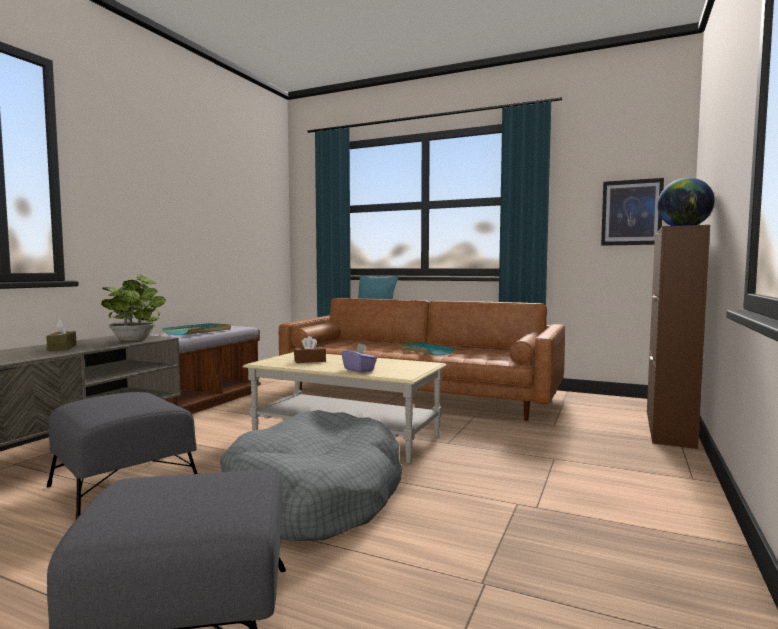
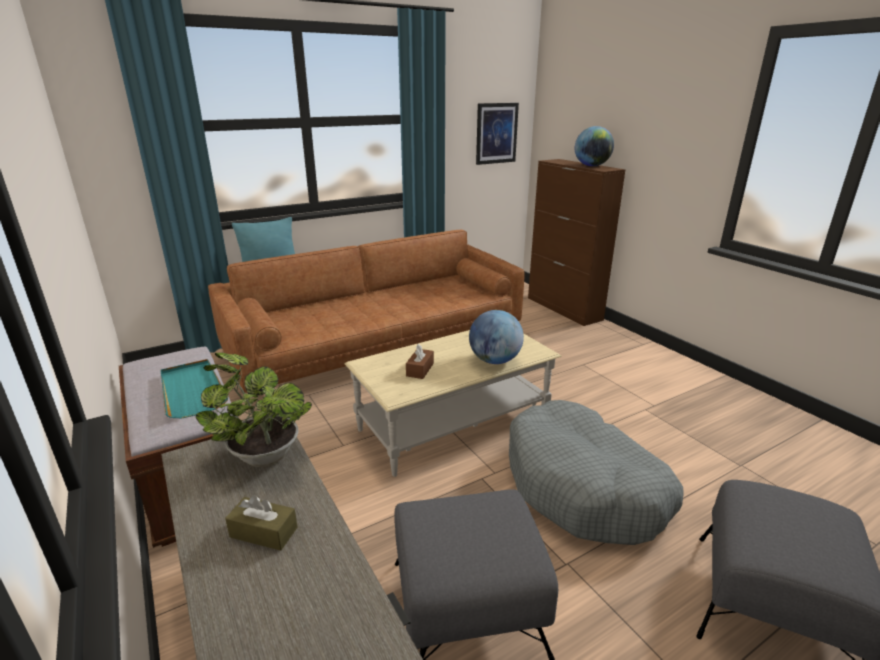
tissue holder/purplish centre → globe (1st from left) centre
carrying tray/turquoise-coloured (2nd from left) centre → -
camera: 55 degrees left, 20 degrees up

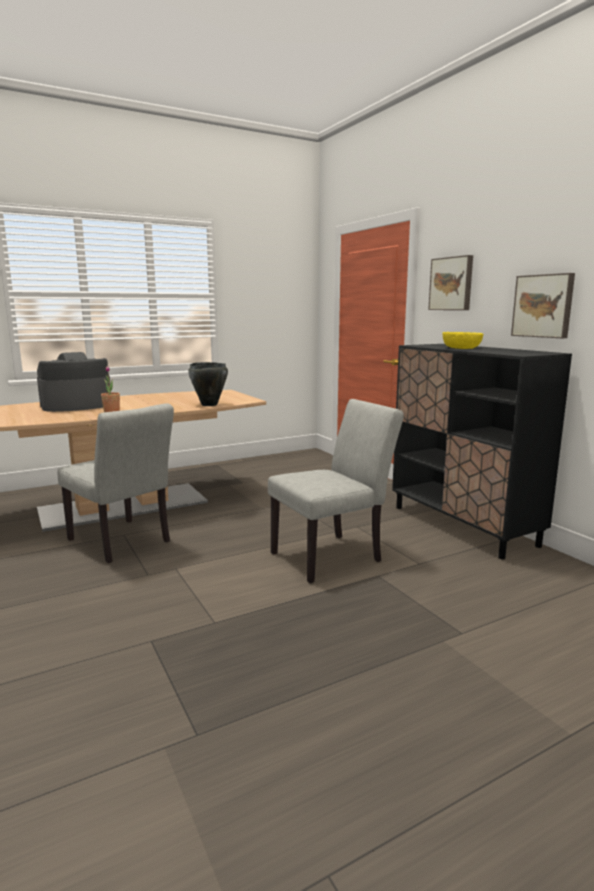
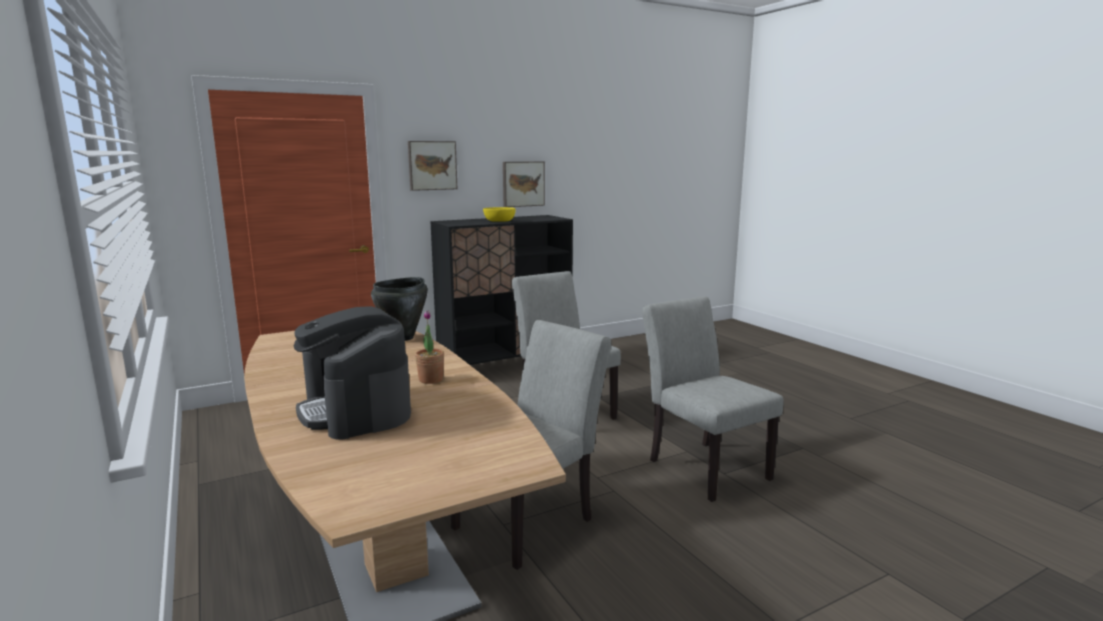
- → plain chair/grey (3rd from left) centre
camera: 90 degrees left, 0 degrees up

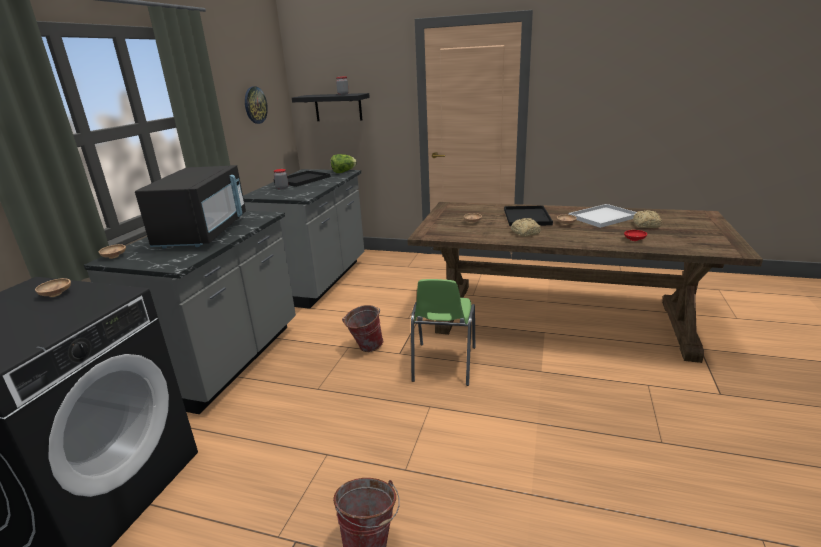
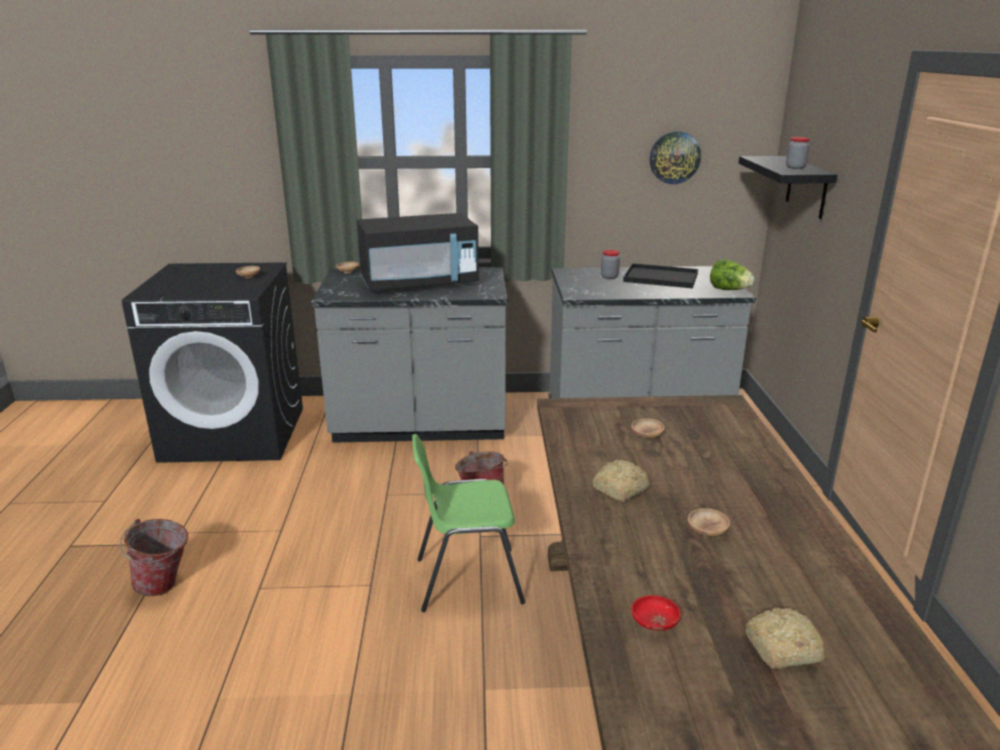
carrying tray/blackish (2nd from left) centre → -
carrying tray/white-coloured middle right → -
camera: 70 degrees right, 0 degrees up

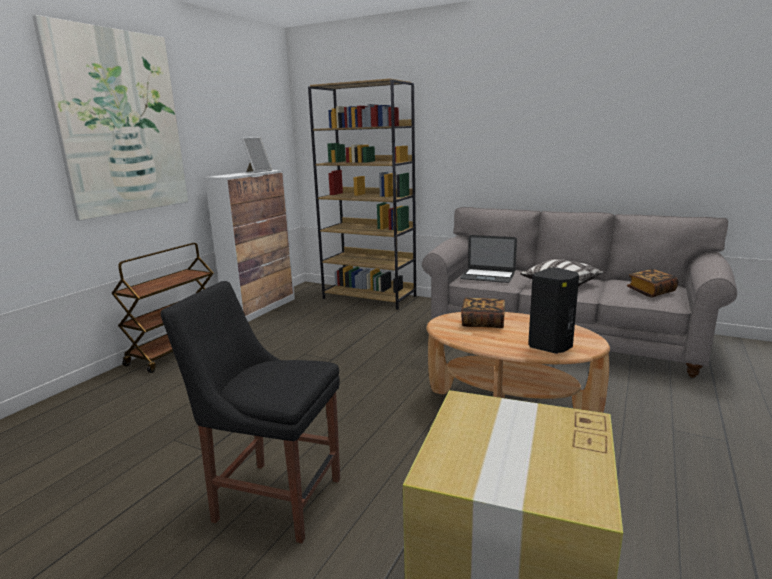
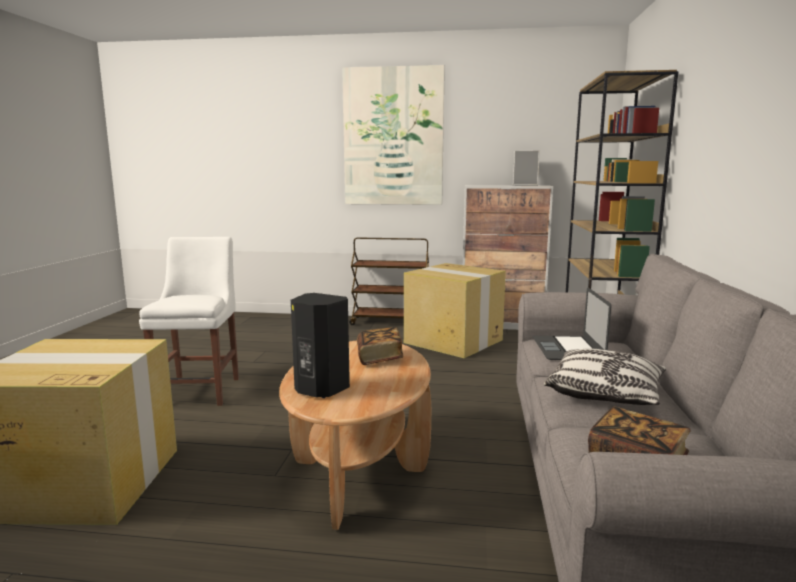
plain chair/blackish bottom left → plain chair/white-coloured middle left
- → packing box (2nd from left) centre
camera: 70 degrees right, 5 degrees down

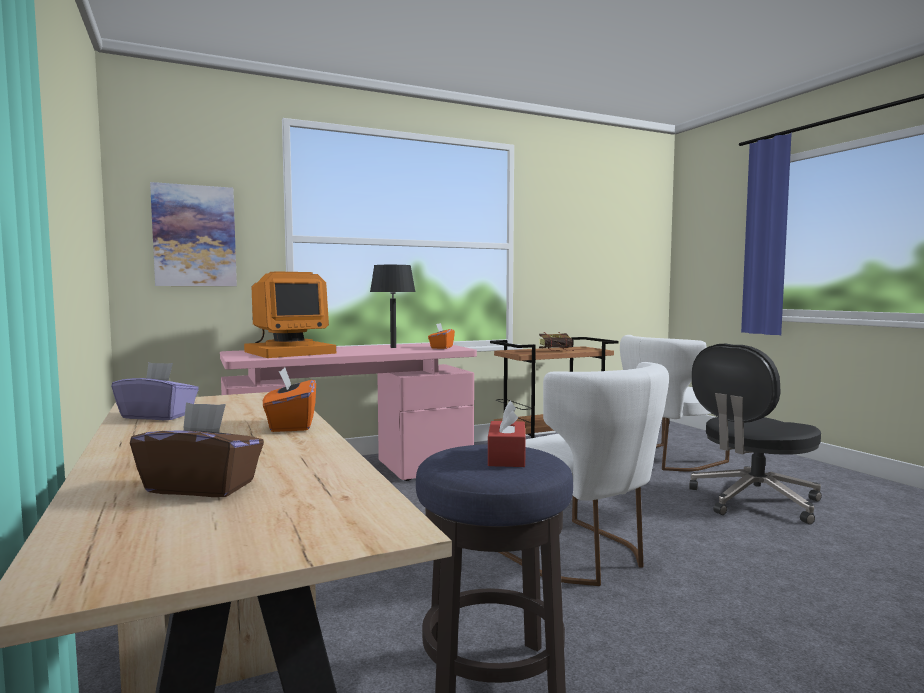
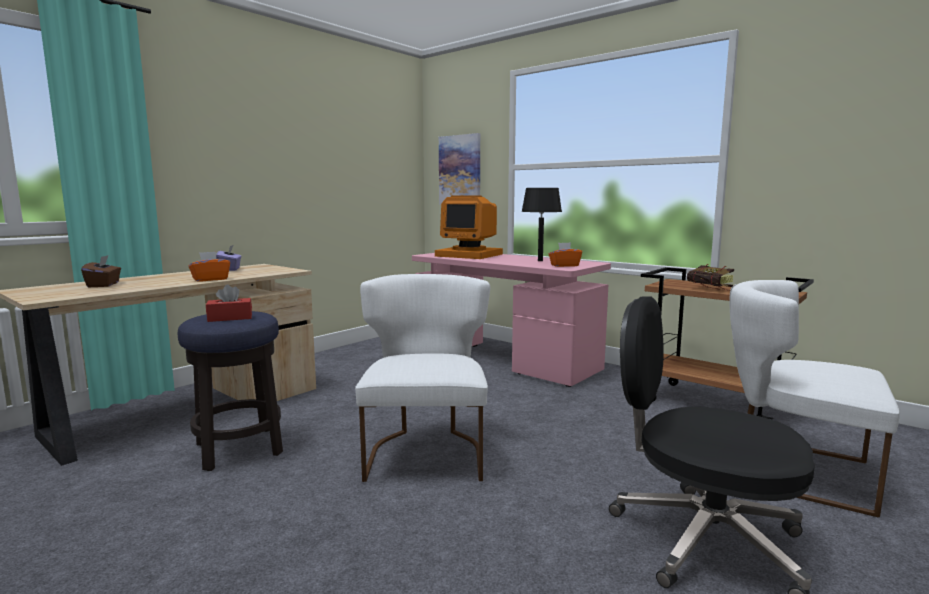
plain chair/white-coloured (1st from left) bottom centre → plain chair/white-coloured (1st from left) centre, 150 degrees clockwise
camera: 65 degrees right, 5 degrees up

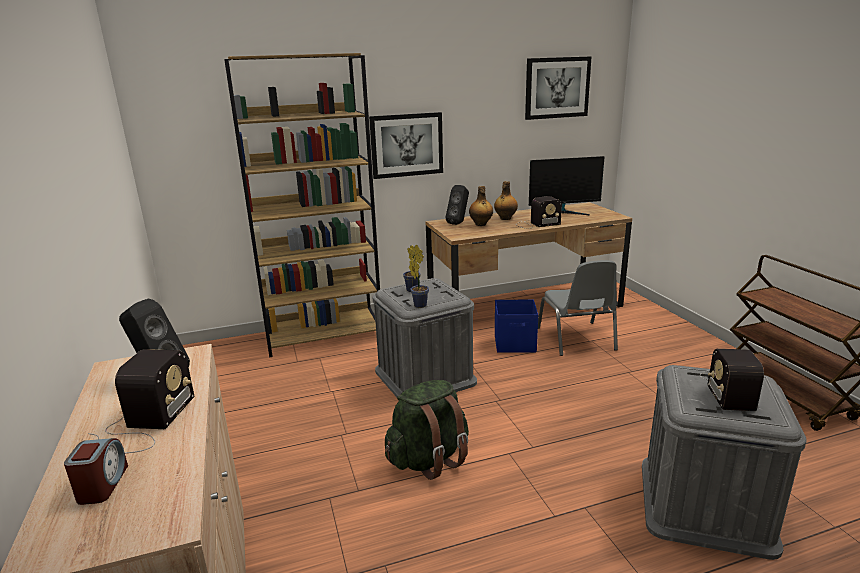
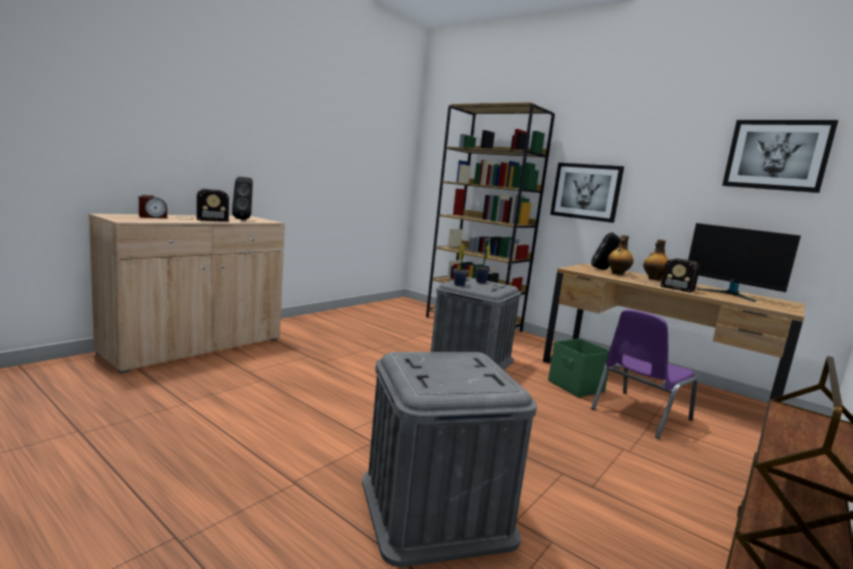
storage bin/blue centre → storage bin/green-coloured middle right
plain chair/grey middle right → plain chair/purplish middle right
rucksack/green-coloured bottom centre → -
radio (3rd from left) middle right → -
camera: 55 degrees right, 10 degrees down

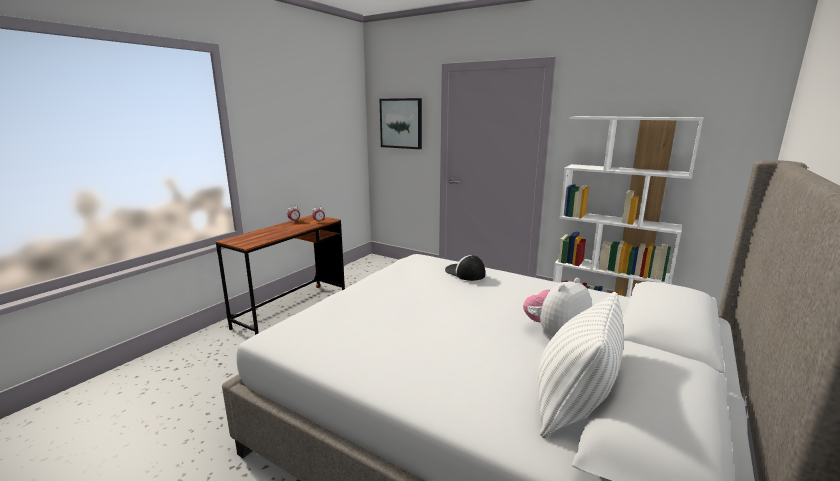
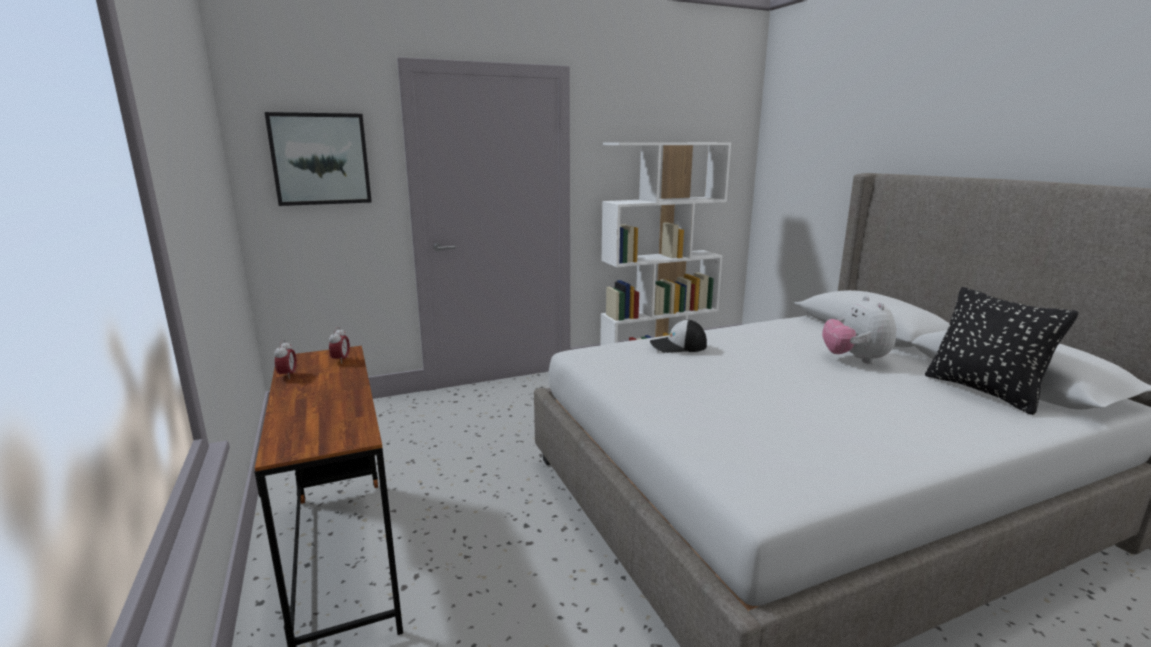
pillow/white-coloured bottom right → pillow/blackish middle right
camera: 55 degrees left, 0 degrees up

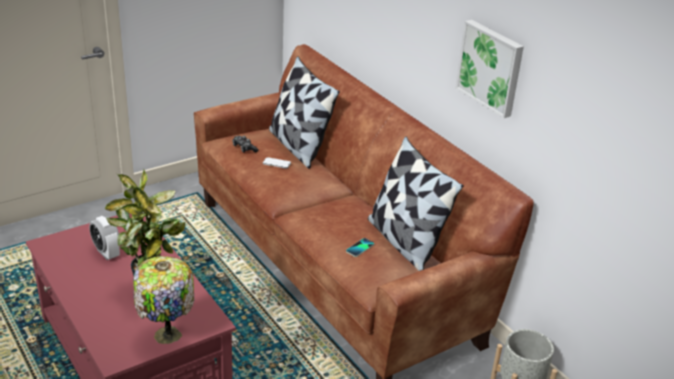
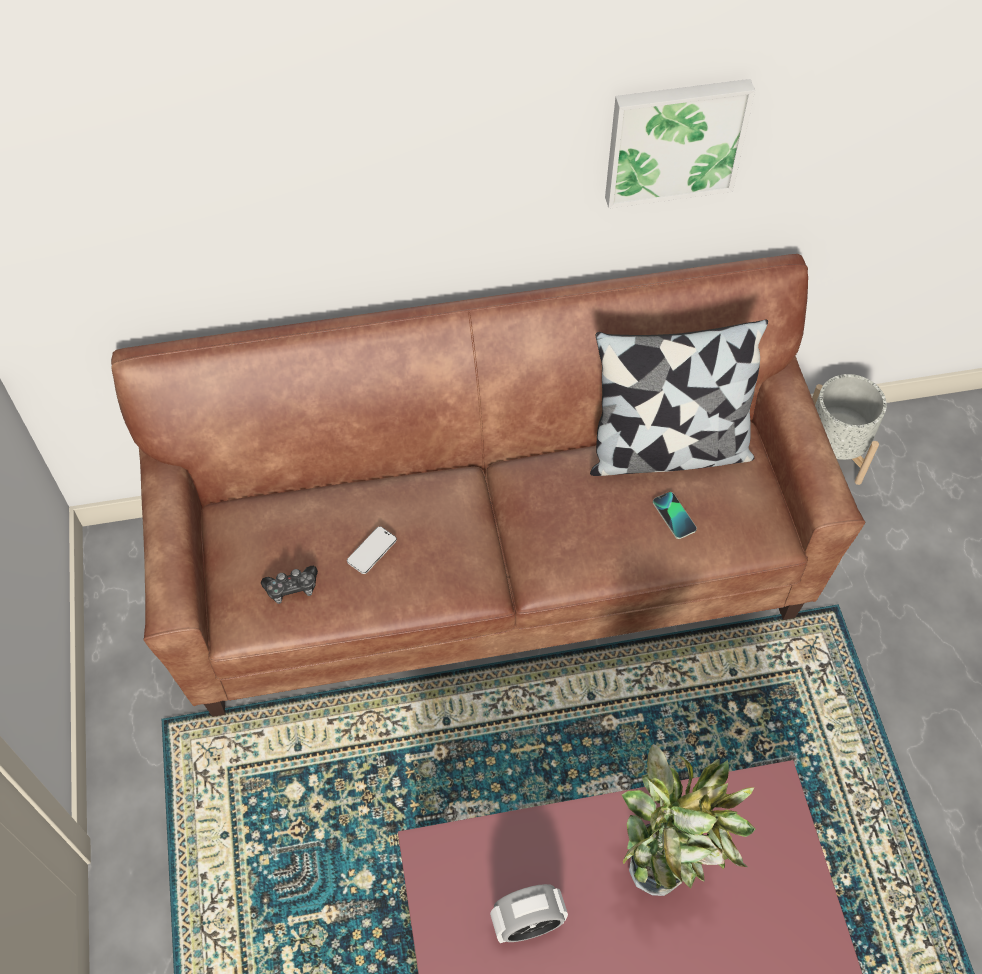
lamp for a table bottom left → -
pillow (1st from left) top centre → -
camera: 65 degrees left, 25 degrees up

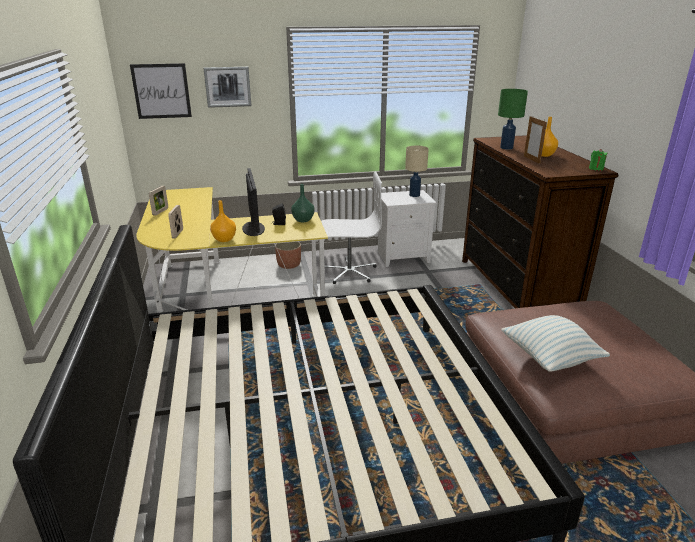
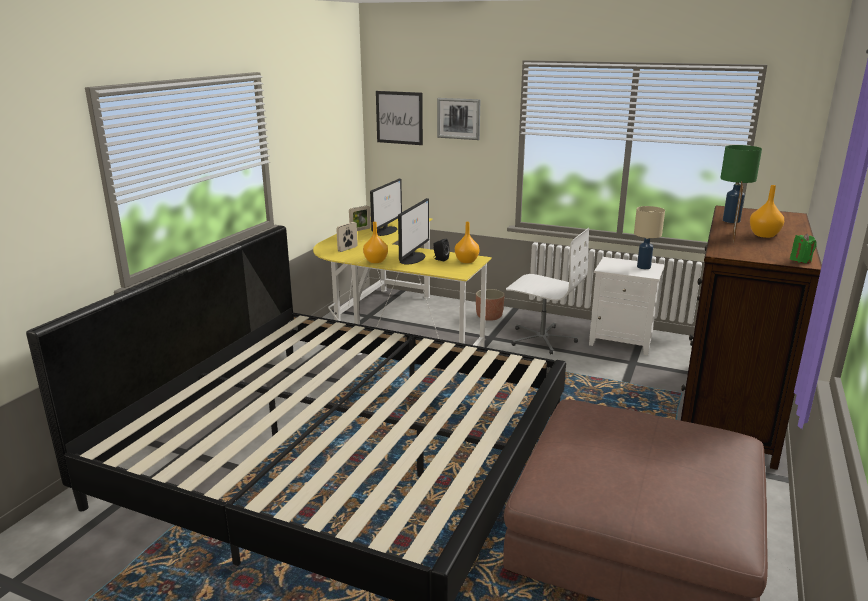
- → computer display (1st from left) centre
vase/green-coloured centre → vase/orangey (2nd from left) centre
pillow middle right → -
camera: 35 degrees right, 5 degrees down

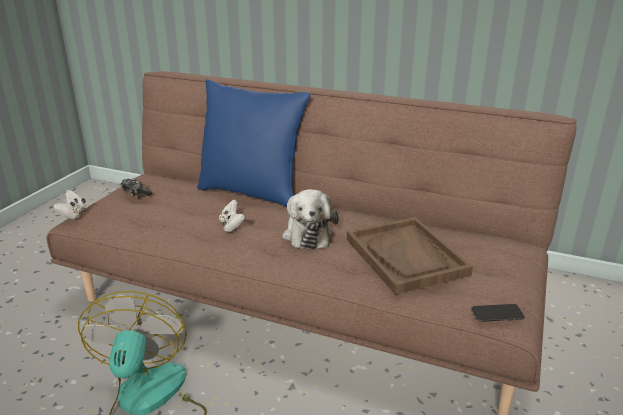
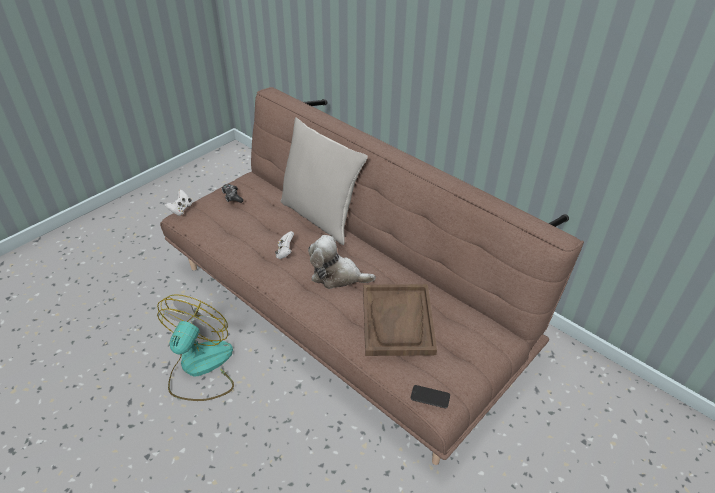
pillow/blue centre → pillow/grey centre
soft toy centre, 90 degrees clockwise
camera: 20 degrees right, 15 degrees up

